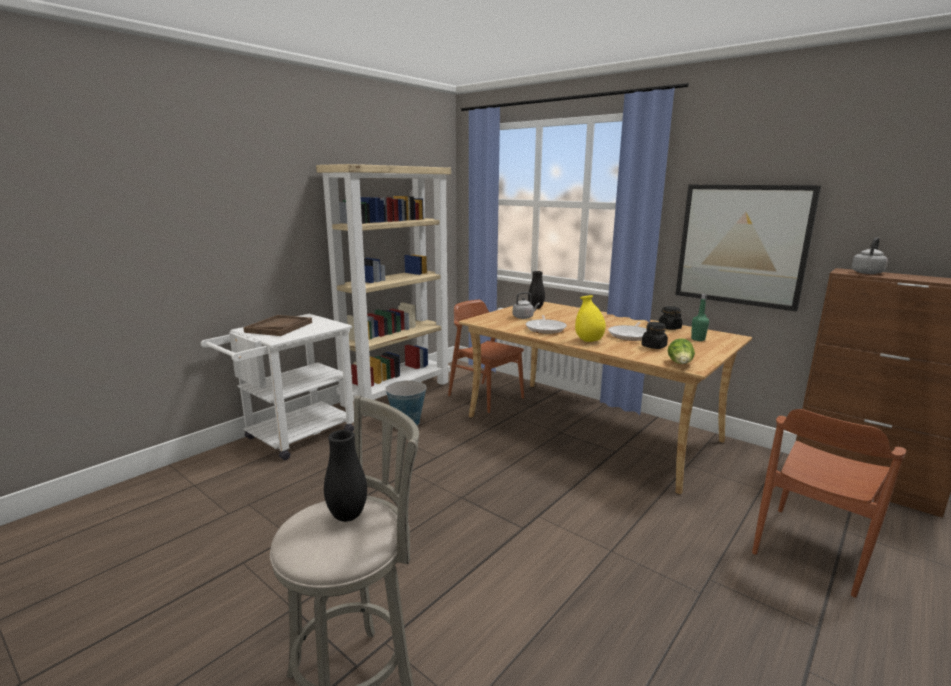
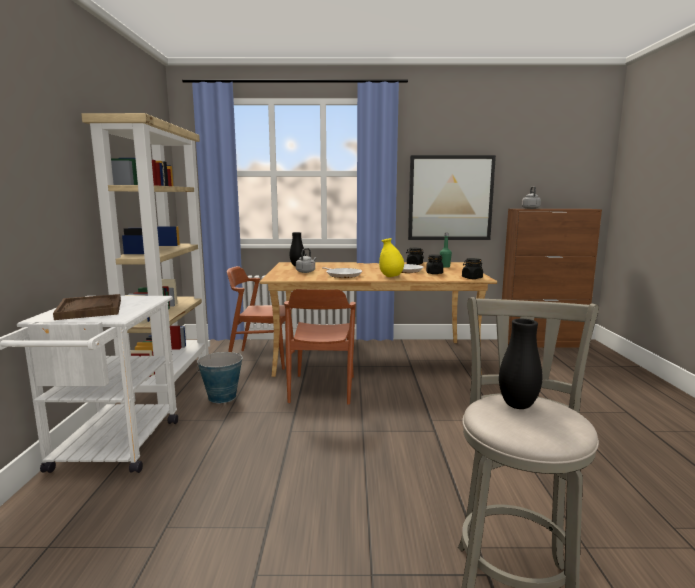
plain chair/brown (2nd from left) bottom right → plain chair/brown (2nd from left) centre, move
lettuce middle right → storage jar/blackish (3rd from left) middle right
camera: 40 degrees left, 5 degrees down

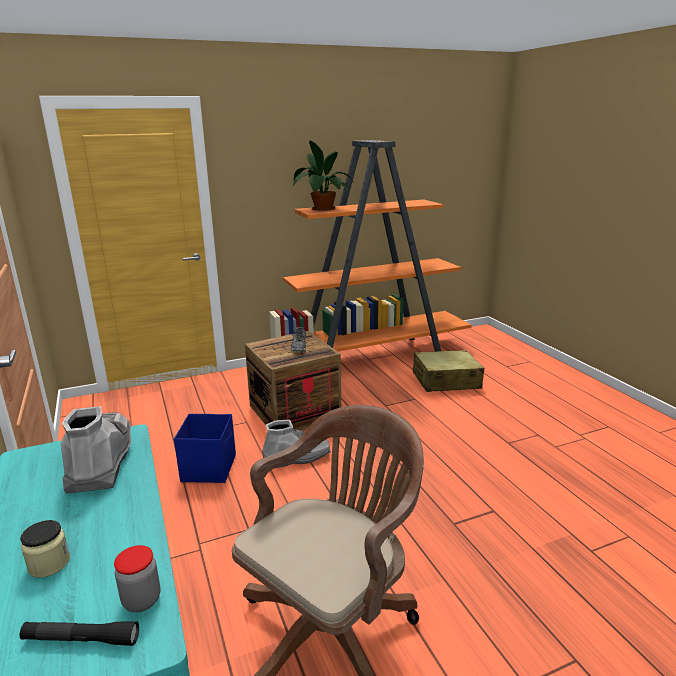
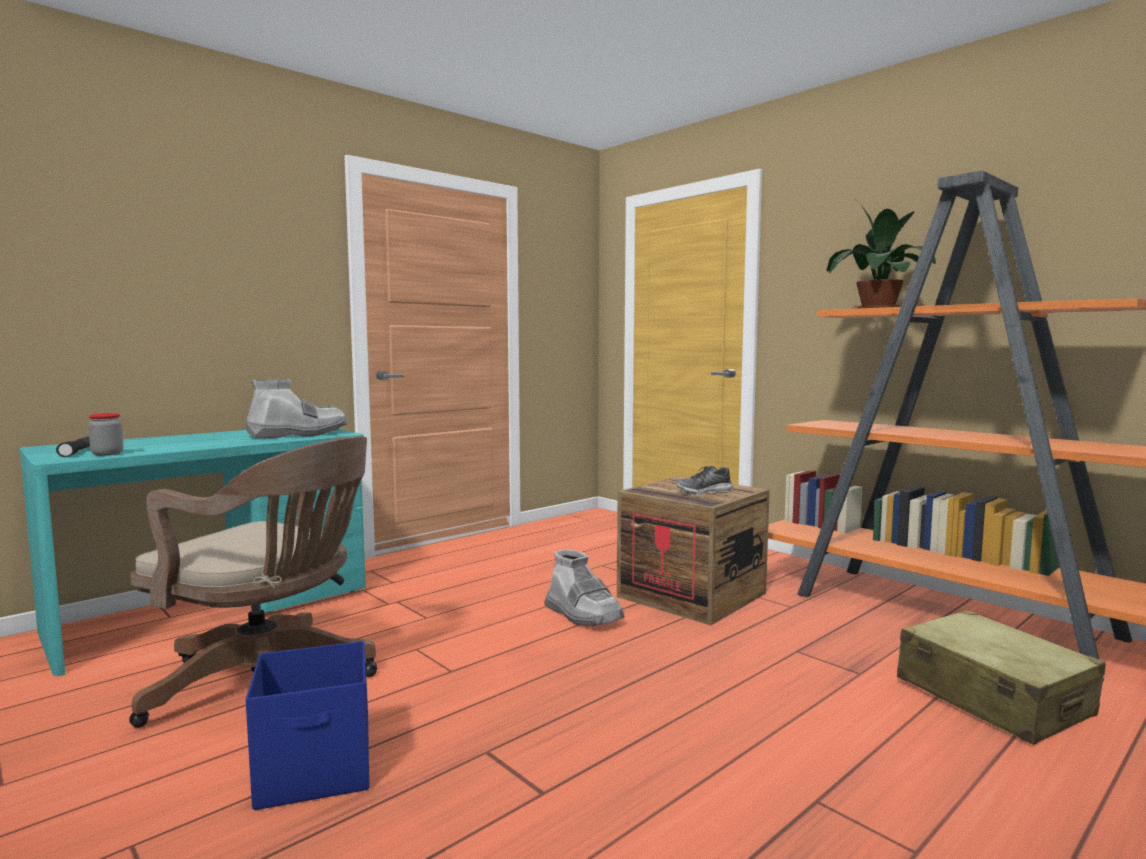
storage bin/blue middle left → storage bin/blue bottom left, move
storage jar (1st from left) bottom left → -
camera: 70 degrees right, 15 degrees down

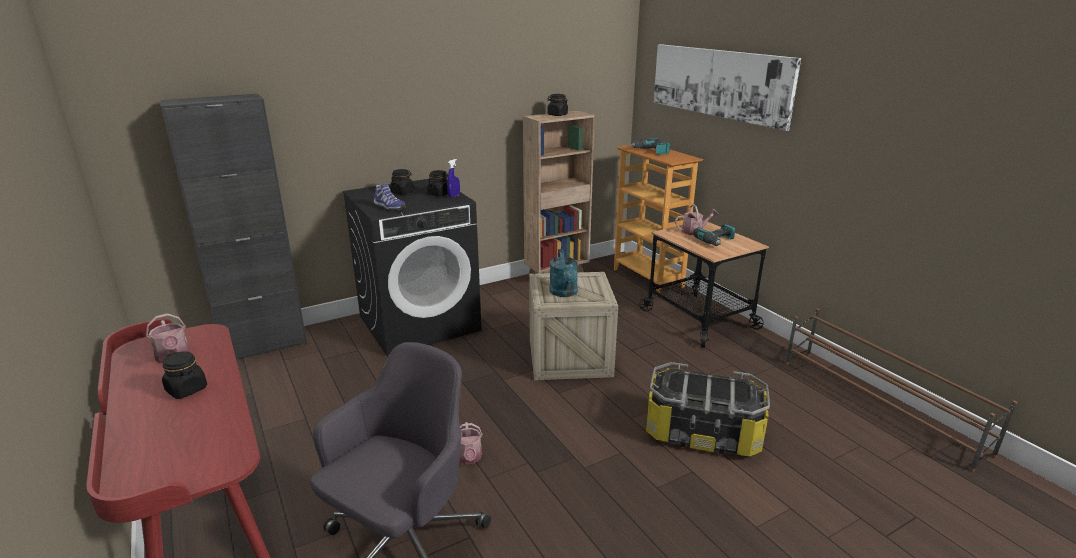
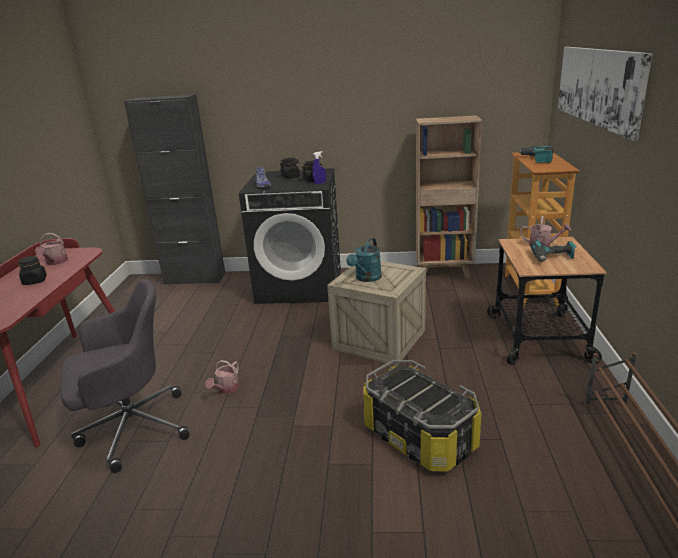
storage jar/blackish (4th from left) top centre → -
camera: 35 degrees right, 0 degrees up

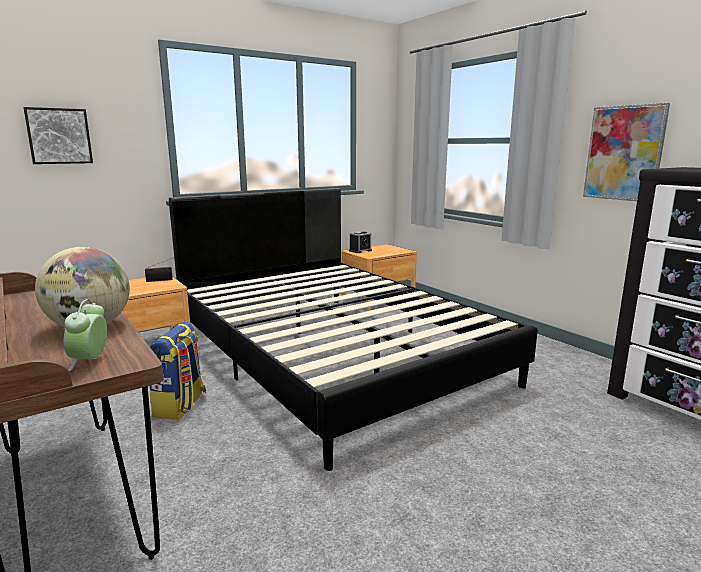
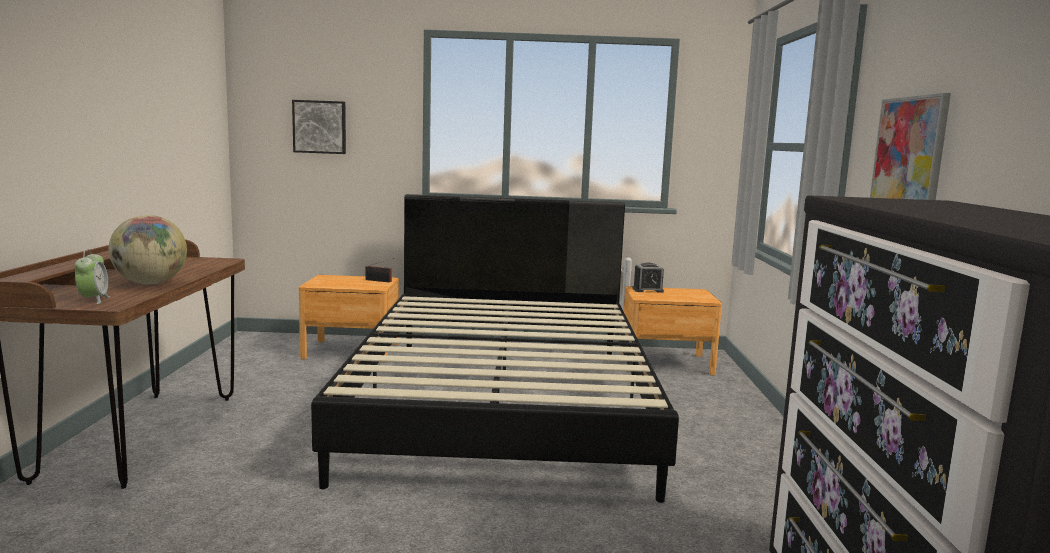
alarm clock (1st from left) middle left, 135 degrees clockwise
rucksack middle left → -
camera: 35 degrees right, 5 degrees down

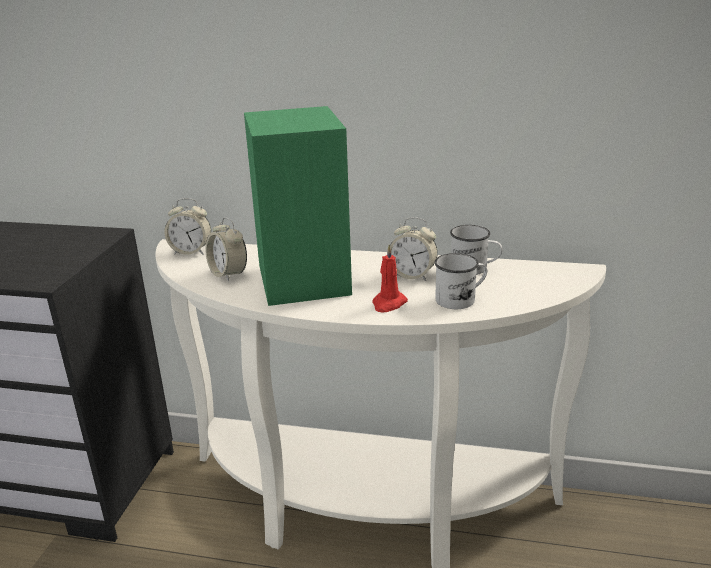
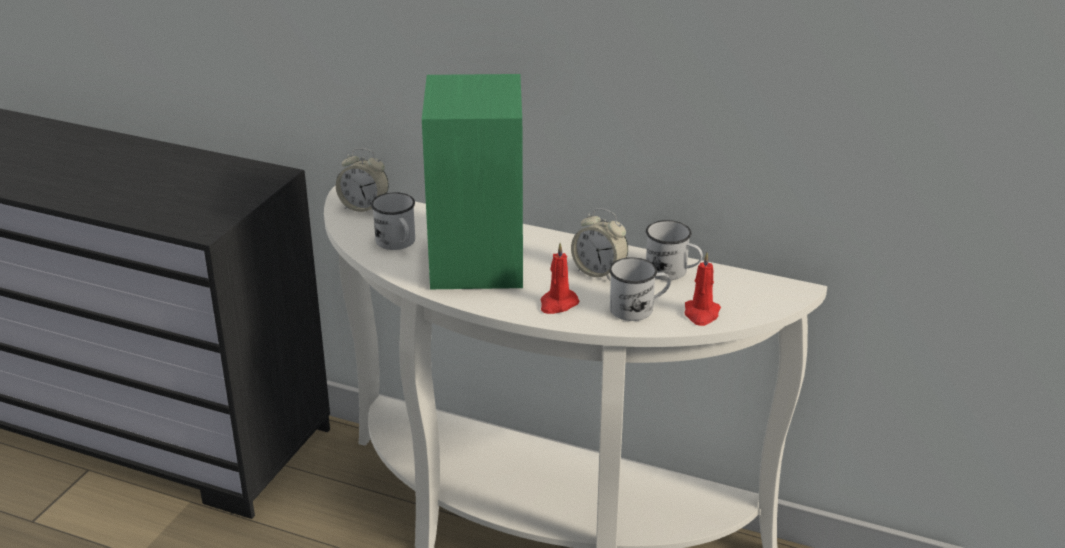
alarm clock (2nd from left) middle left → mug/white-coloured (1st from left) centre
- → wax candle/red (2nd from left) centre
camera: 10 degrees right, 5 degrees up

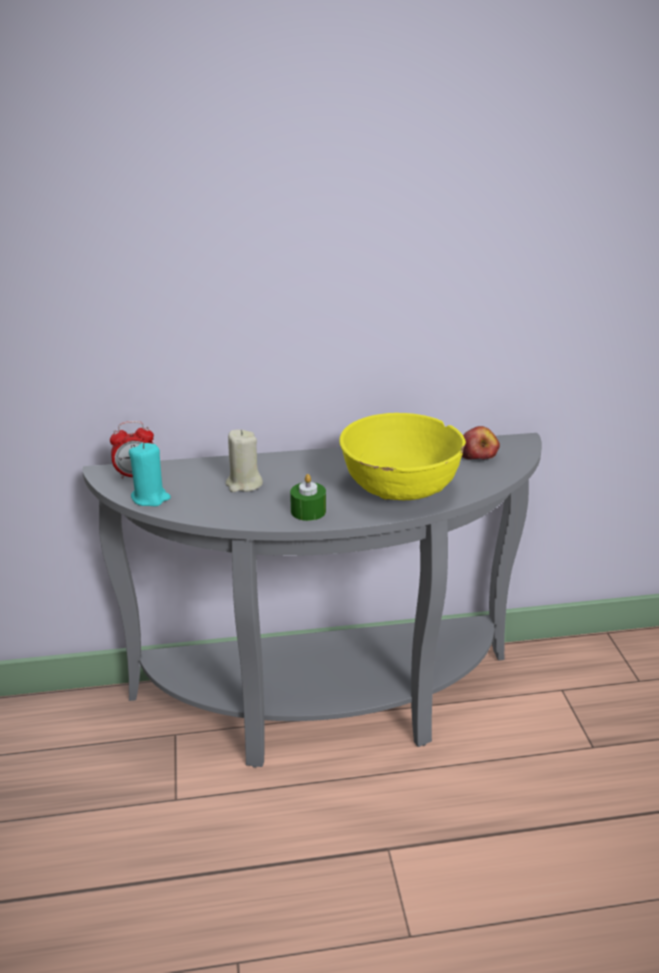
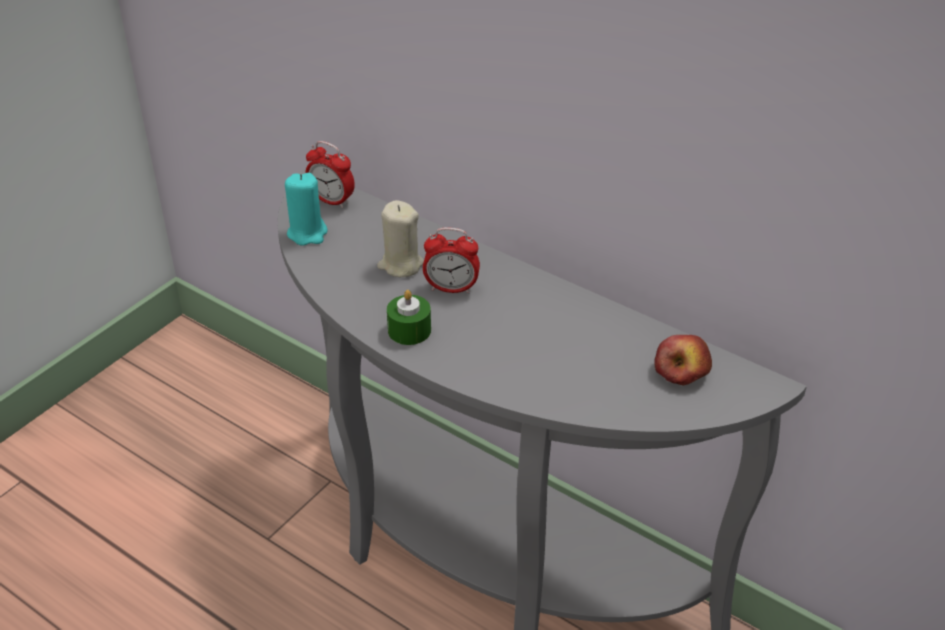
- → alarm clock (2nd from left) centre
serving bowl/yellow centre → -
camera: 45 degrees right, 10 degrees up

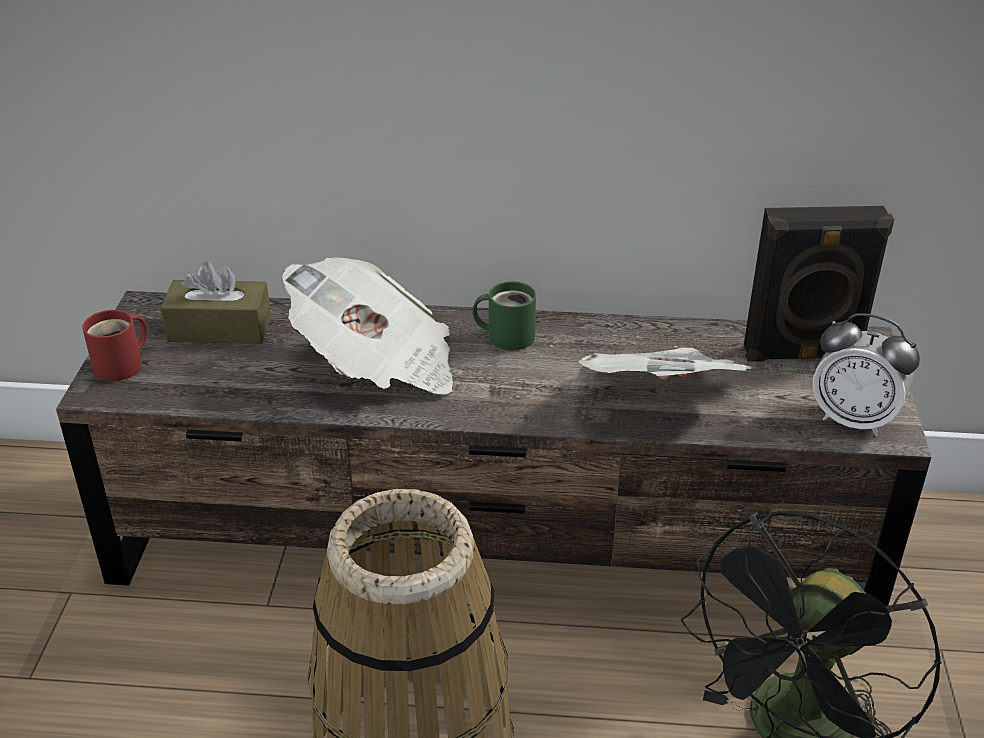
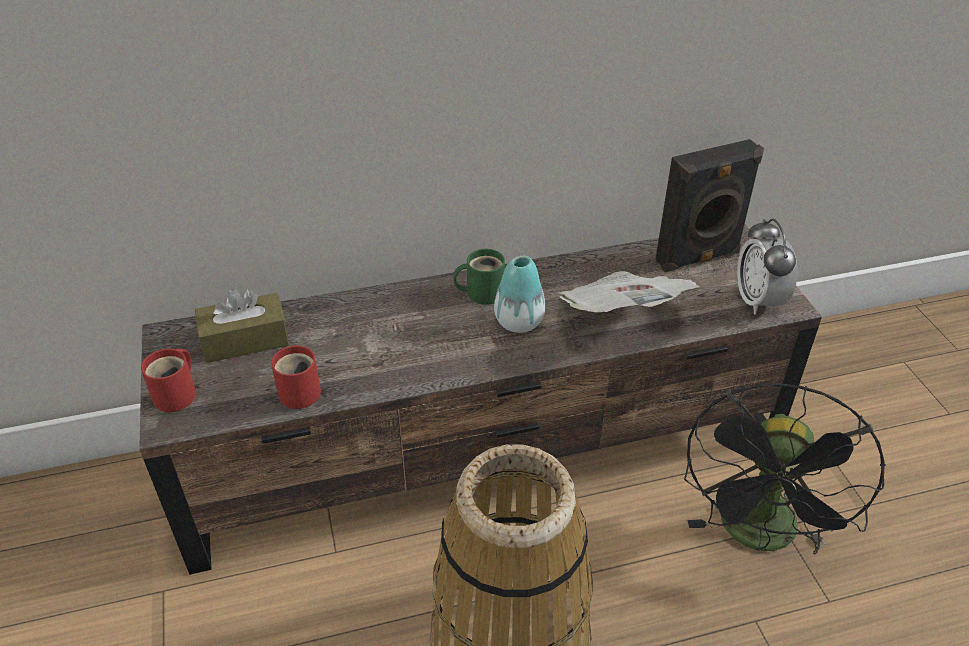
- → mug/red (2nd from left) middle left
- → vase centre
alarm clock middle right, 75 degrees clockwise
daily paper (1st from left) centre → -
camera: 20 degrees left, 5 degrees up

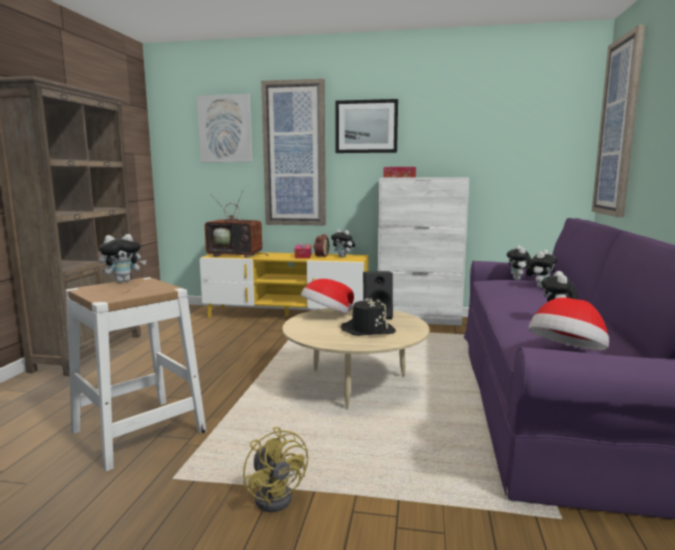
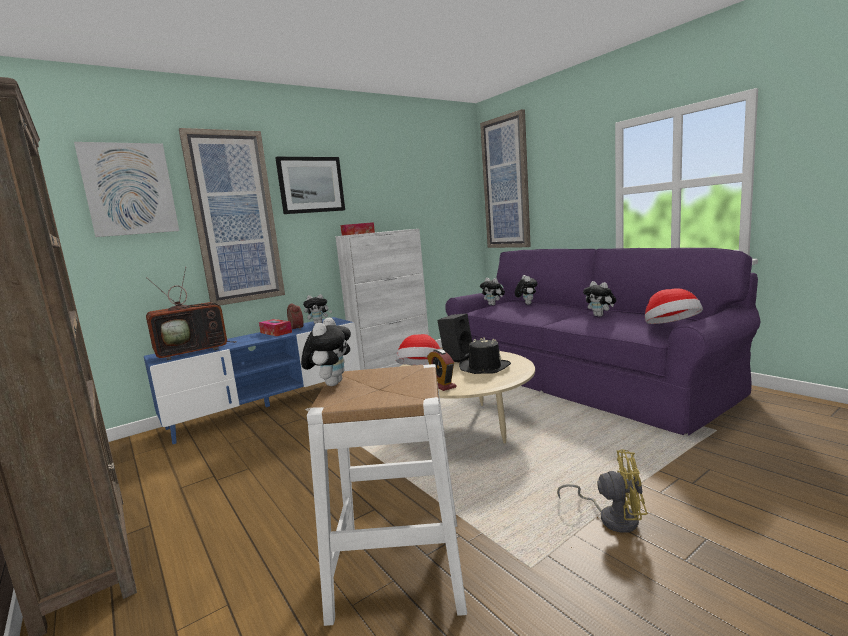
media console/yellow centre → media console/blue middle left
- → alarm clock (2nd from left) centre
camera: 45 degrees left, 0 degrees up

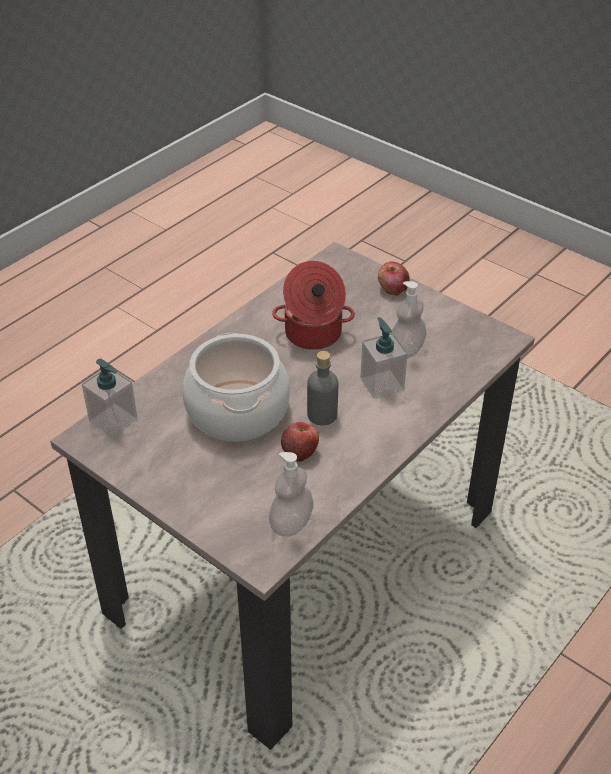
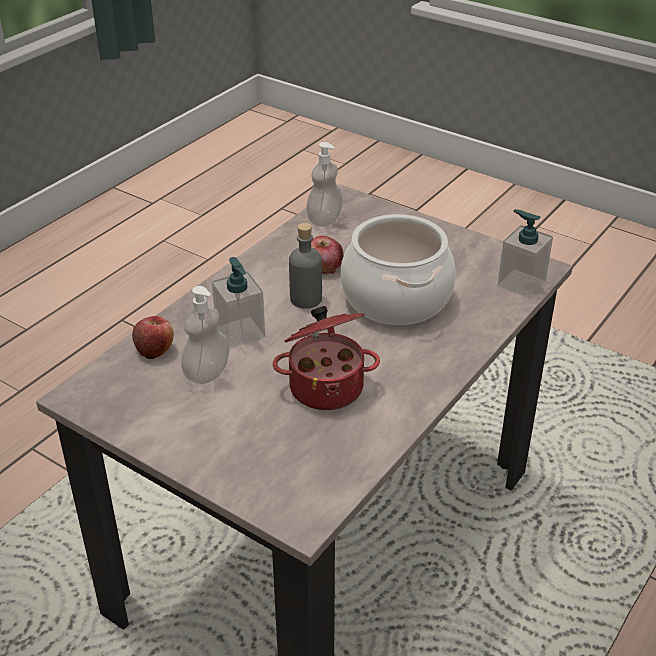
apple (2nd from left in the first image) centre → apple (1st from left) middle left, move
camera: 175 degrees right, 5 degrees down

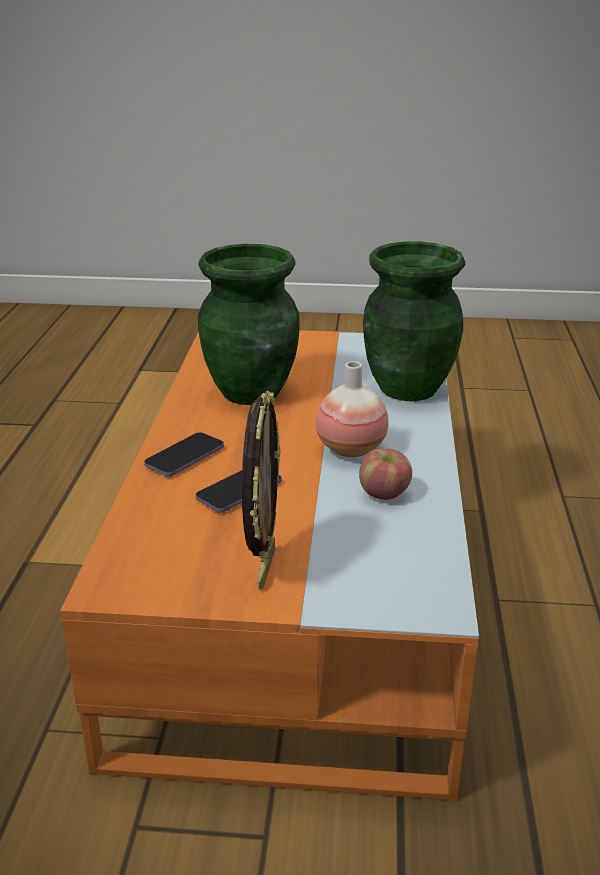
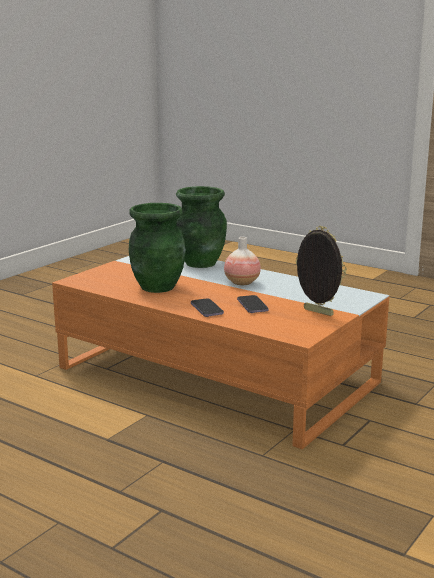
apple centre → -
camera: 60 degrees left, 10 degrees down

